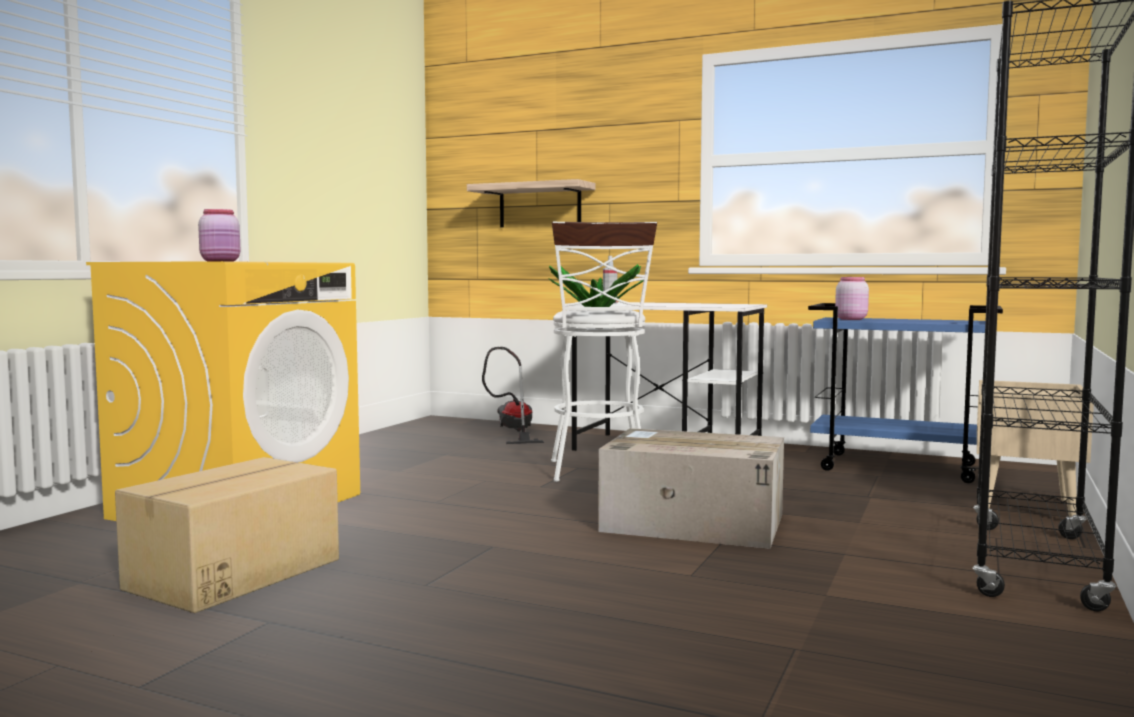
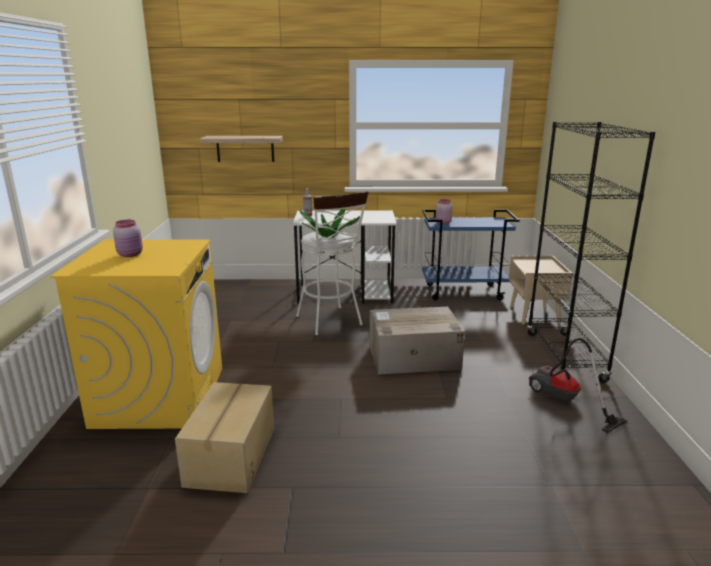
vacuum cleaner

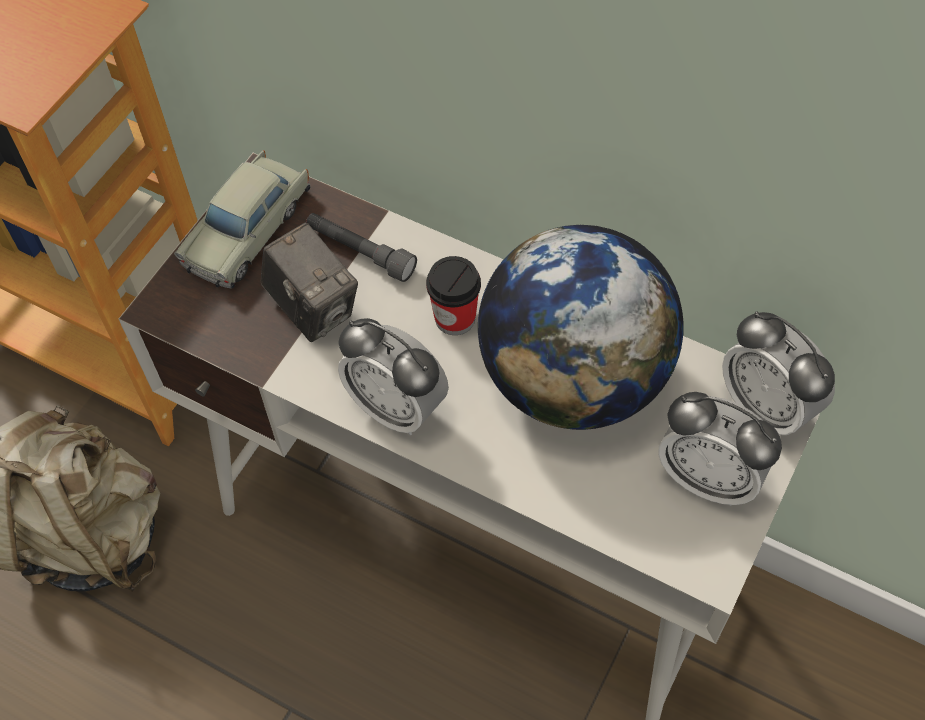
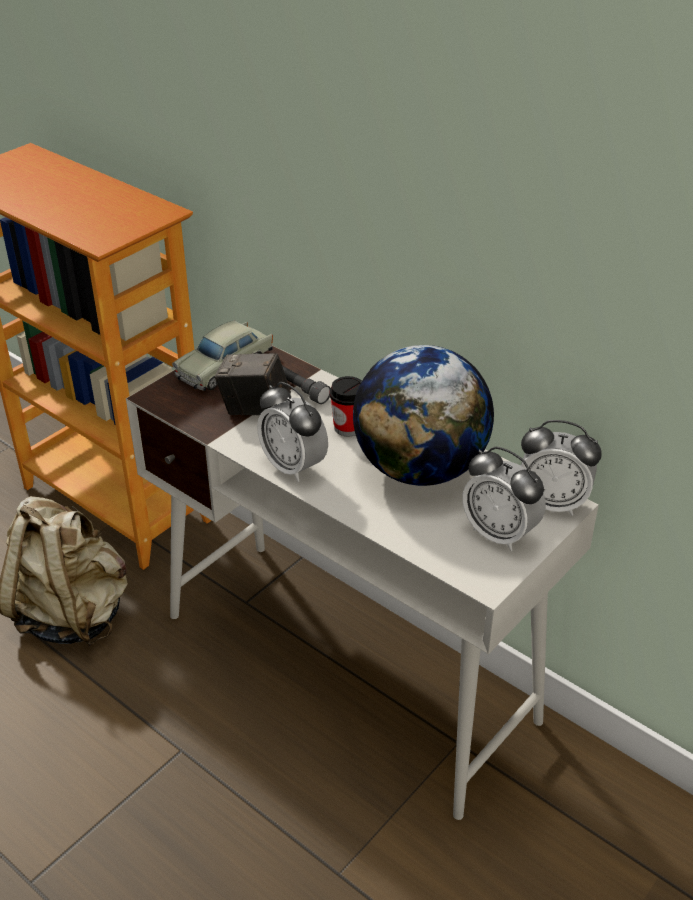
photo camera; alarm clock (3rd from left)

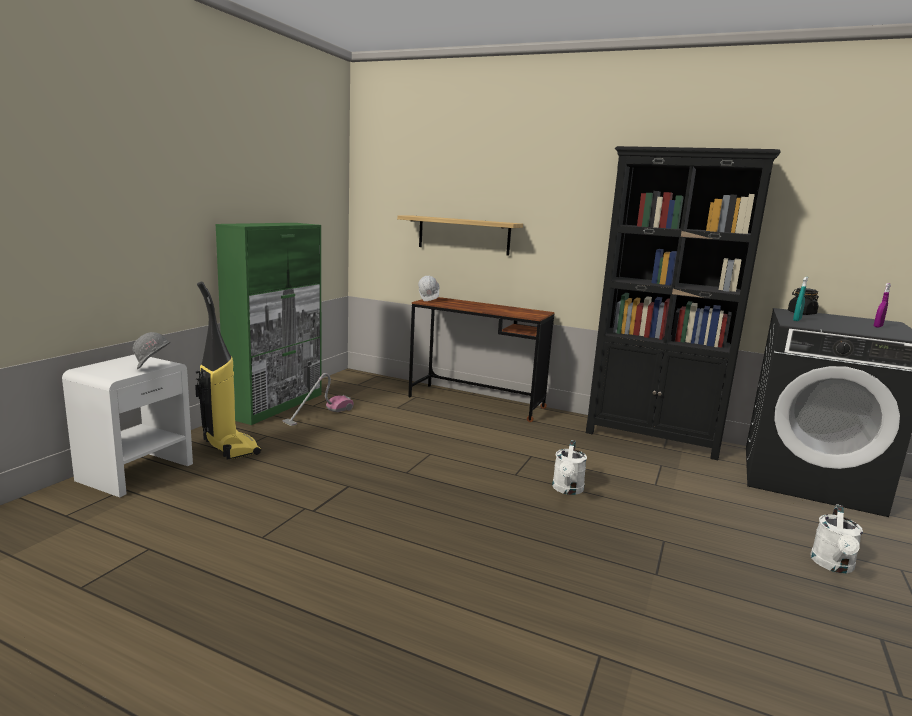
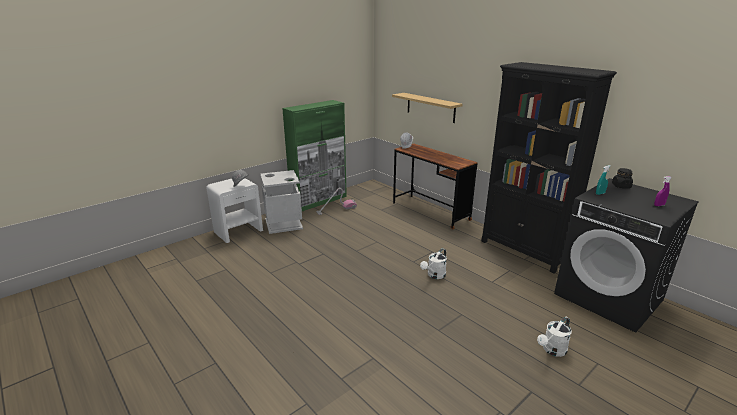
grey trash can

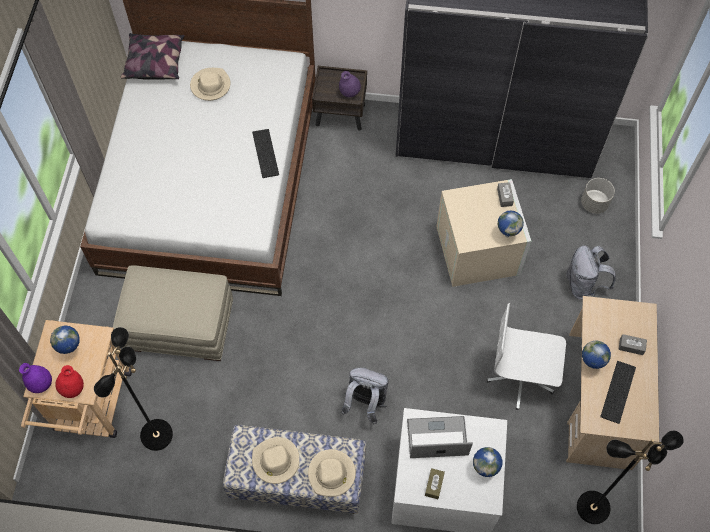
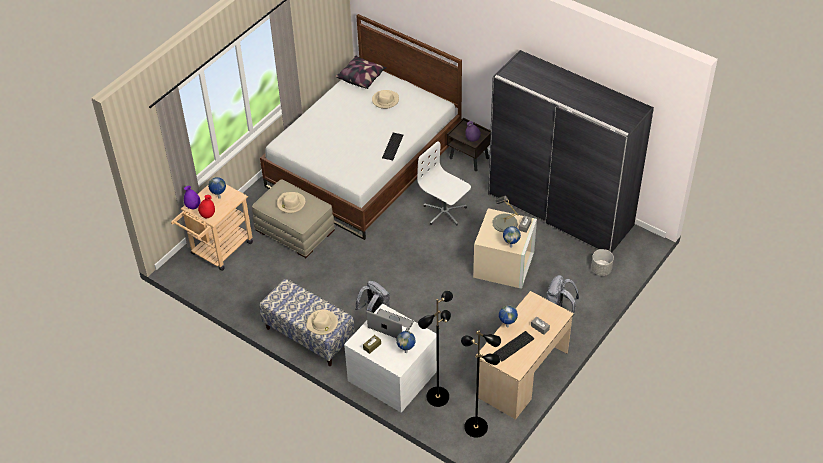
beige hat (1st from left); white office chair; black floor lamp (1st from left); grey table lamp

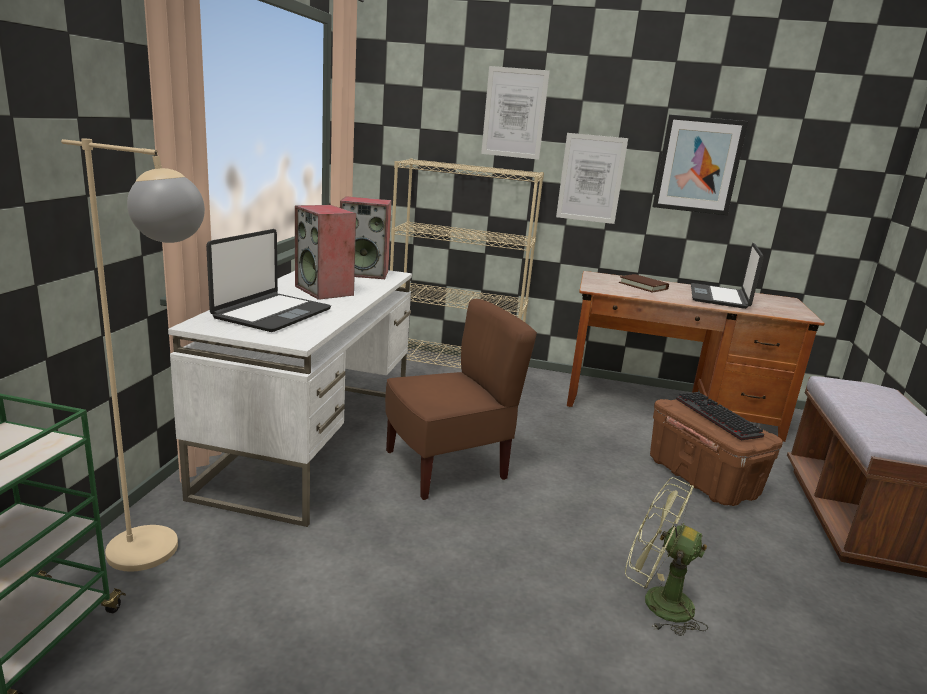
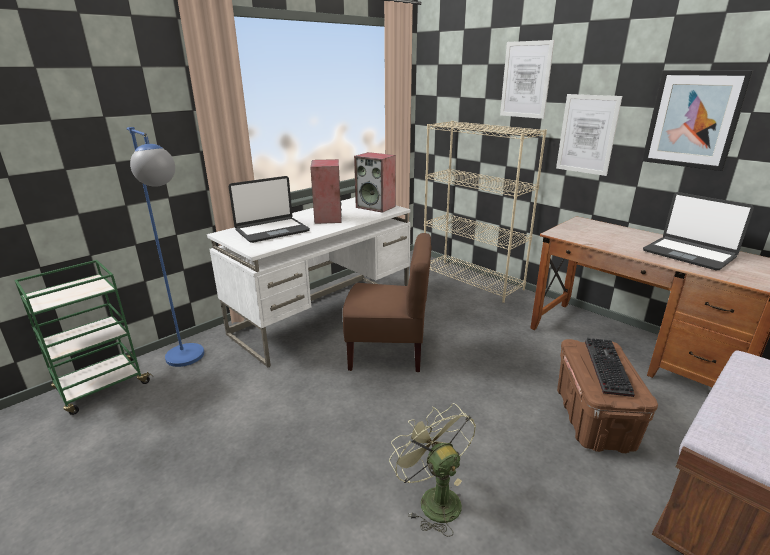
blue floor lamp; laptop (2nd from left); brown book

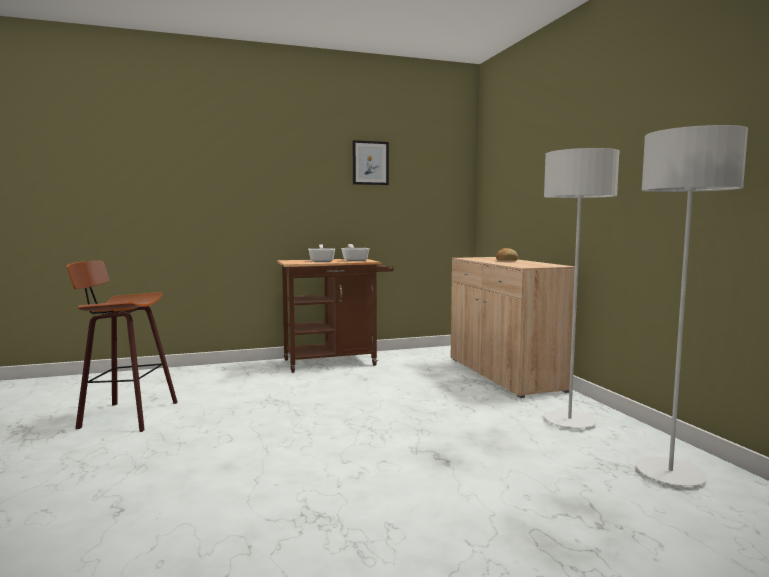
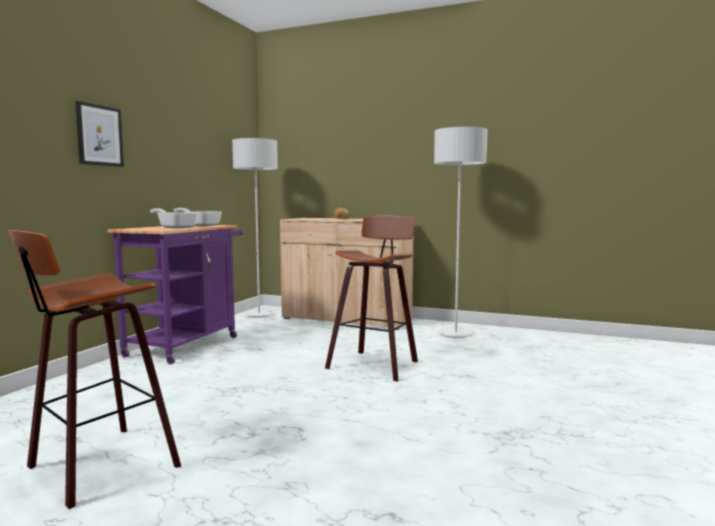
picture; purple cart; grey floor lamp (1st from left); stool (2nd from left)

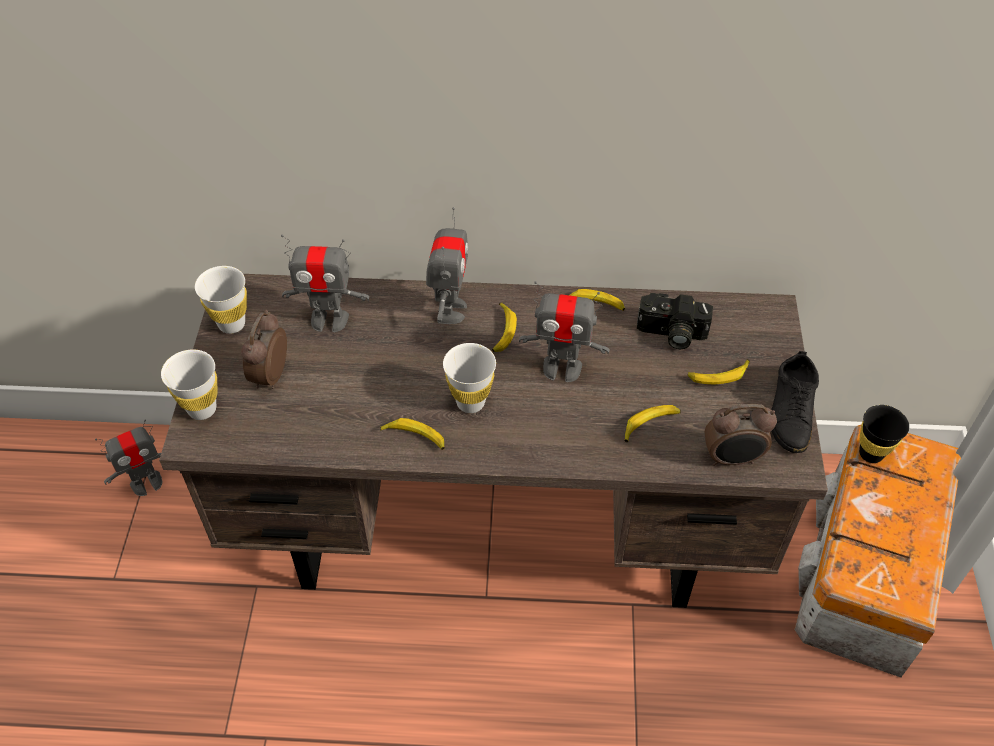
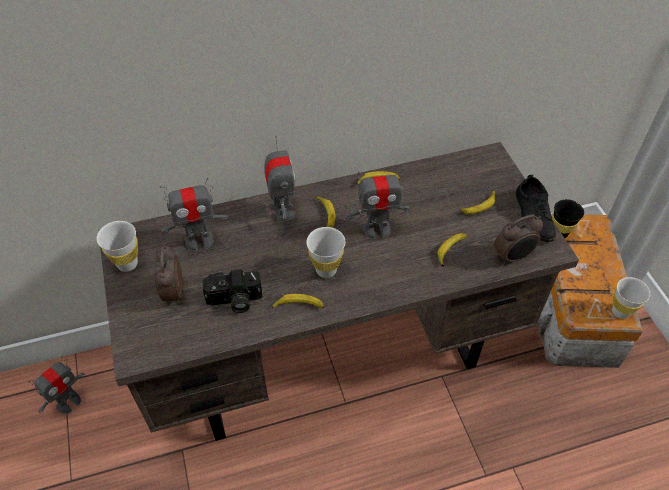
photo camera; white cup (3rd from left)

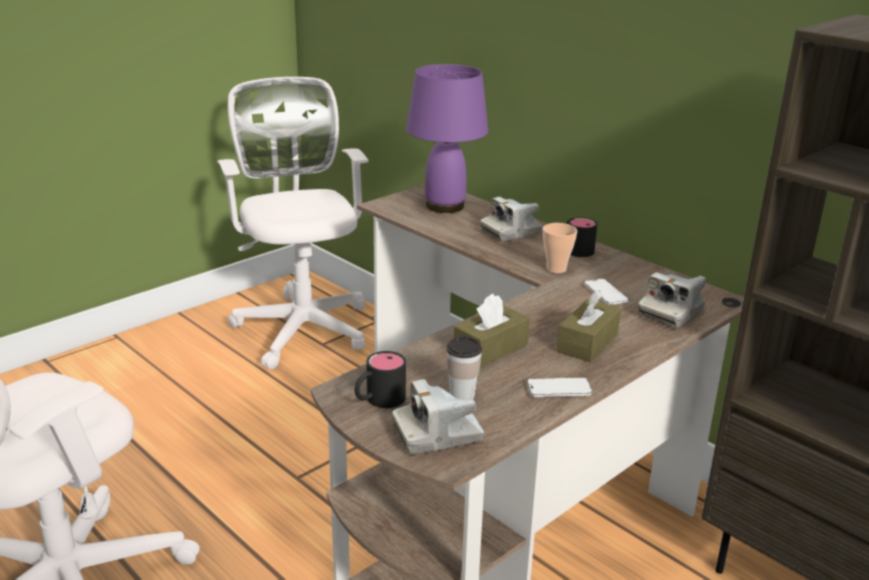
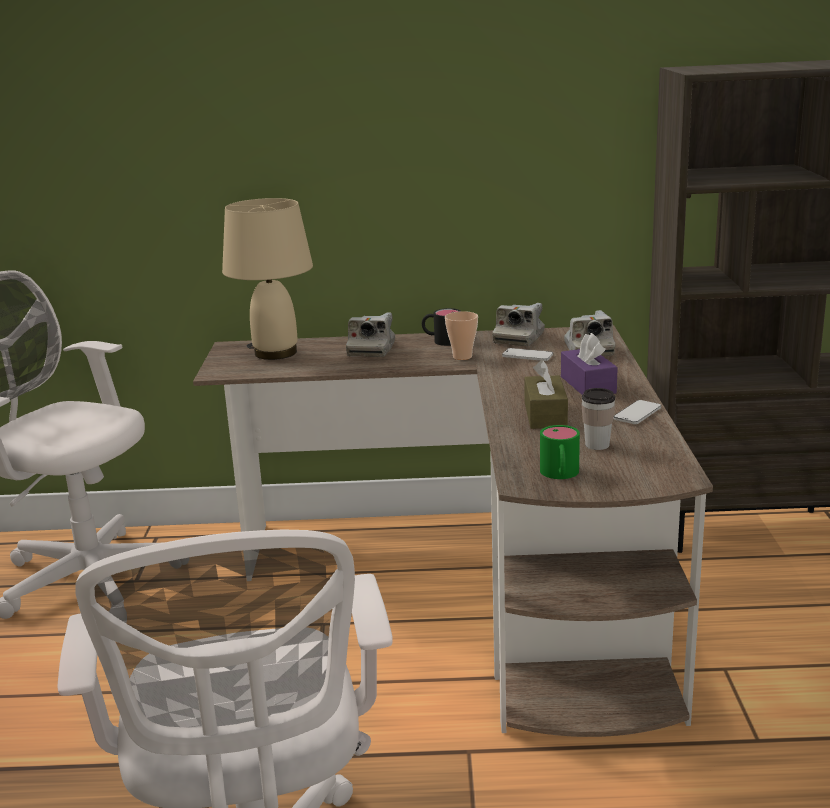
beige table lamp; photo camera (2nd from left); green mug; purple tissue box

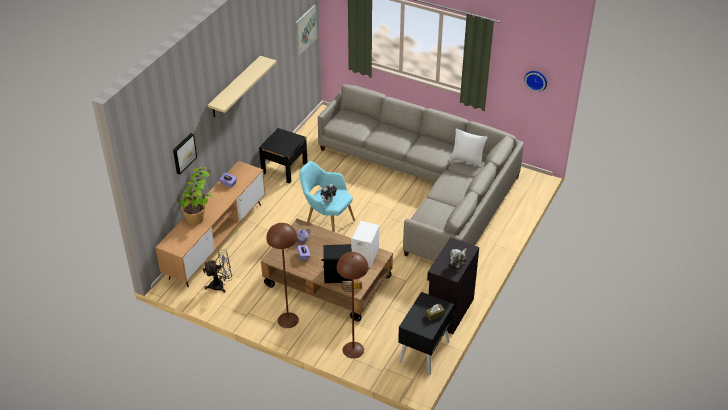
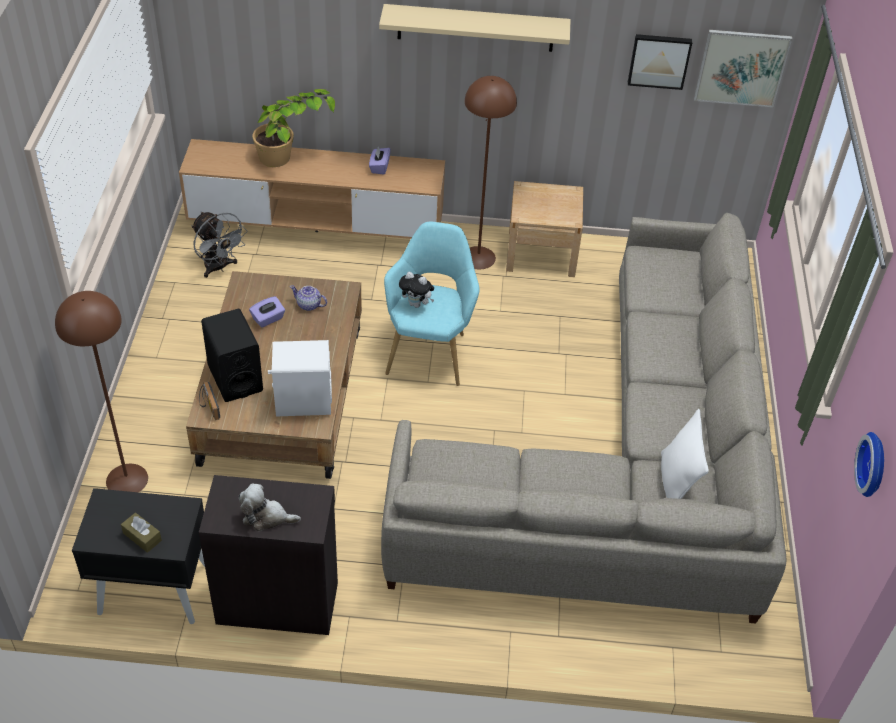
brown floor lamp (2nd from left); beige nightstand; picture (1st from left)

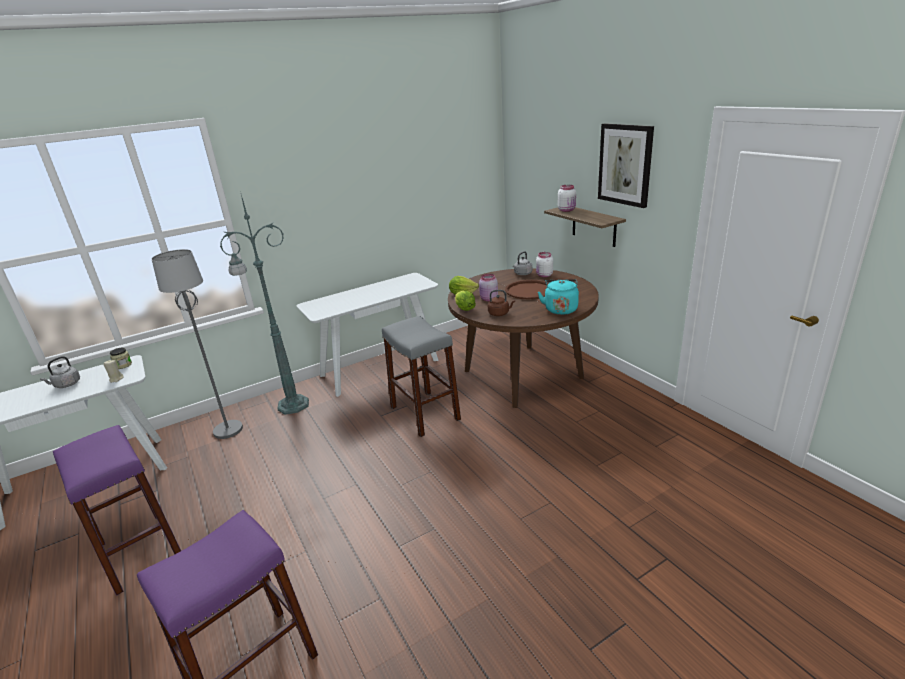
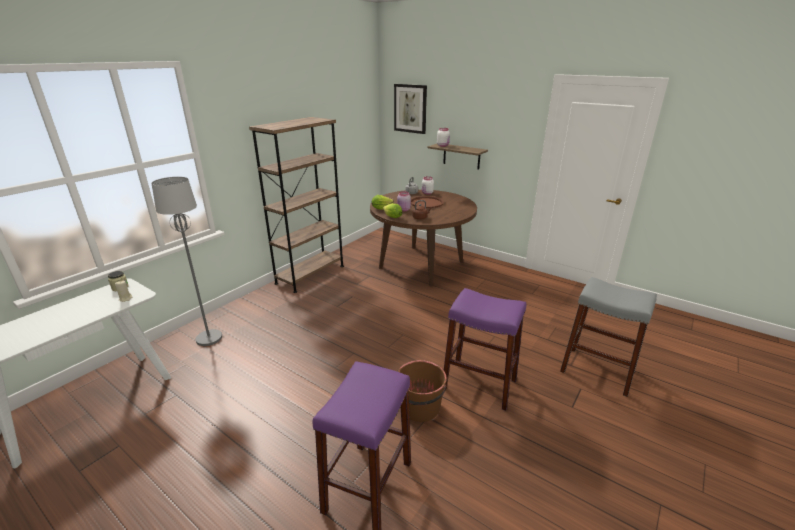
brown bookcase; picture; brown bucket; purple stool (2nd from left); grey stool; grey kettle (1st from left in the first image); green floor lamp; turquoise kettle

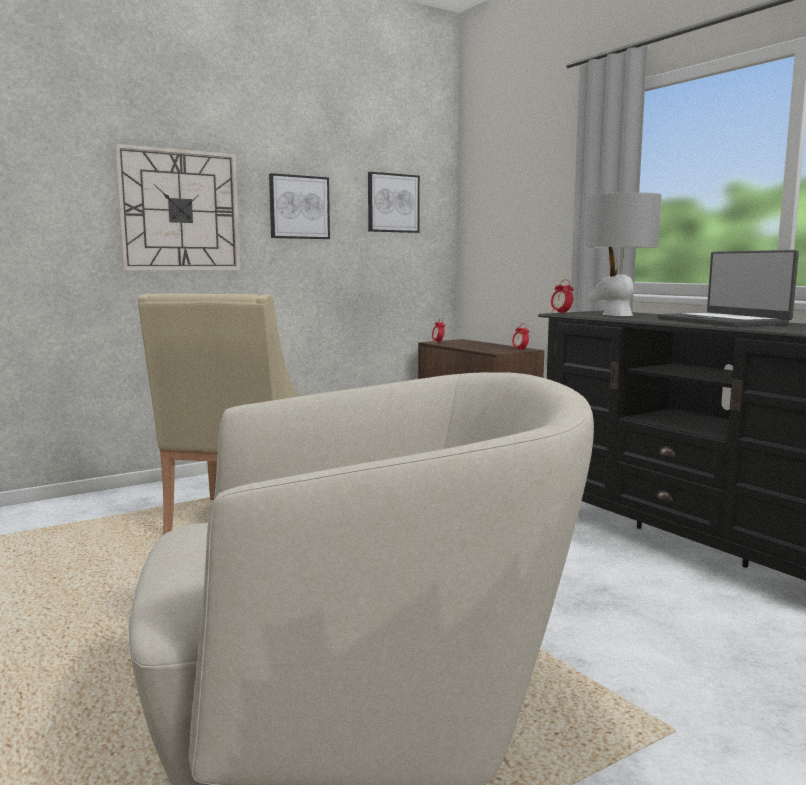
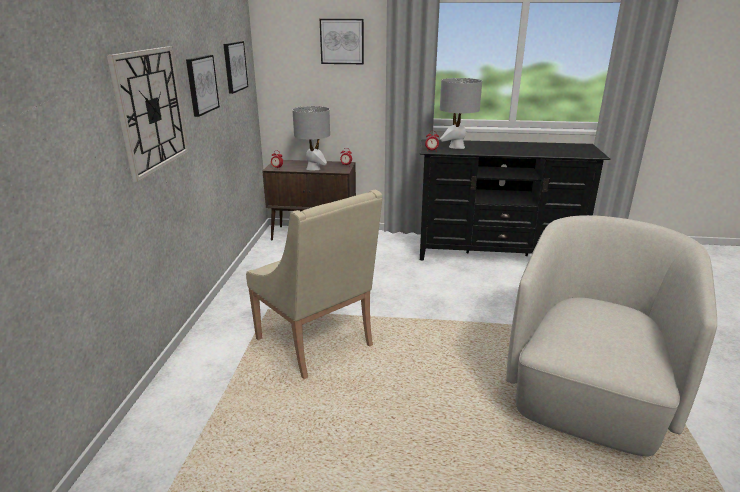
grey table lamp (1st from left); picture (3rd from left); laptop

